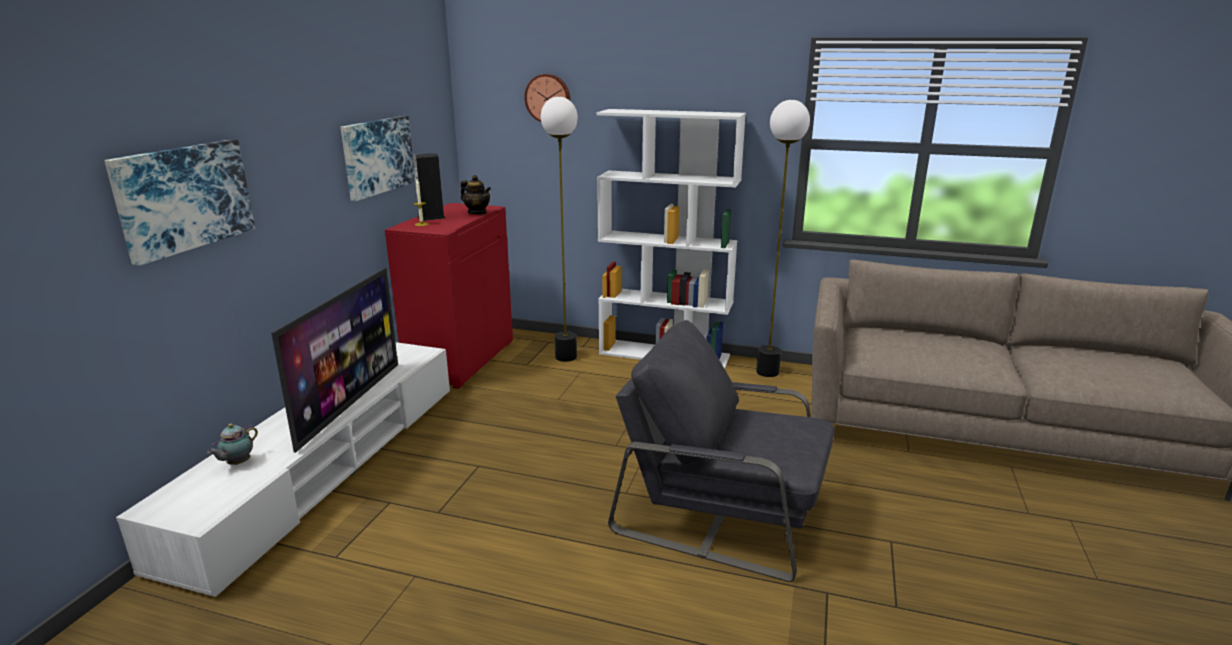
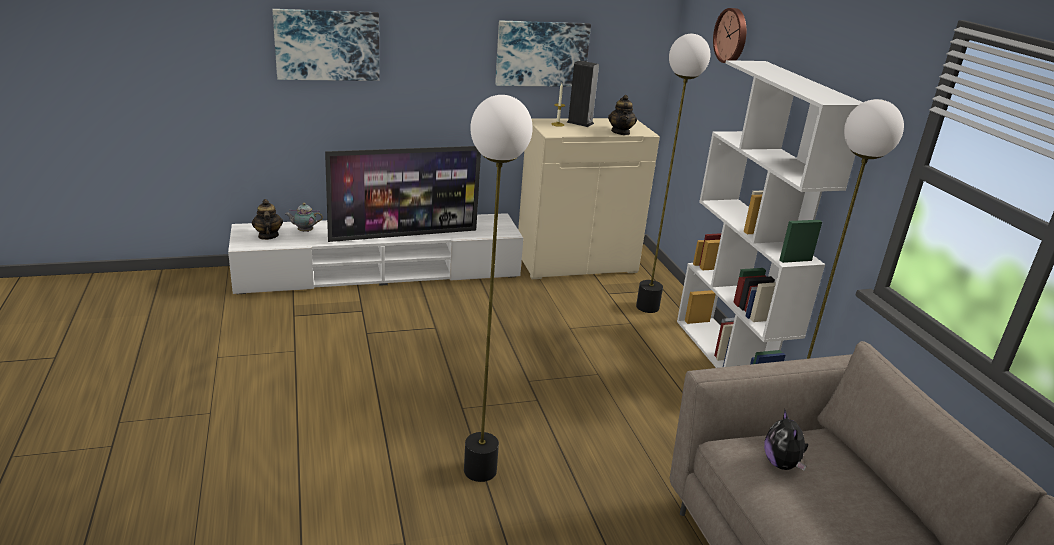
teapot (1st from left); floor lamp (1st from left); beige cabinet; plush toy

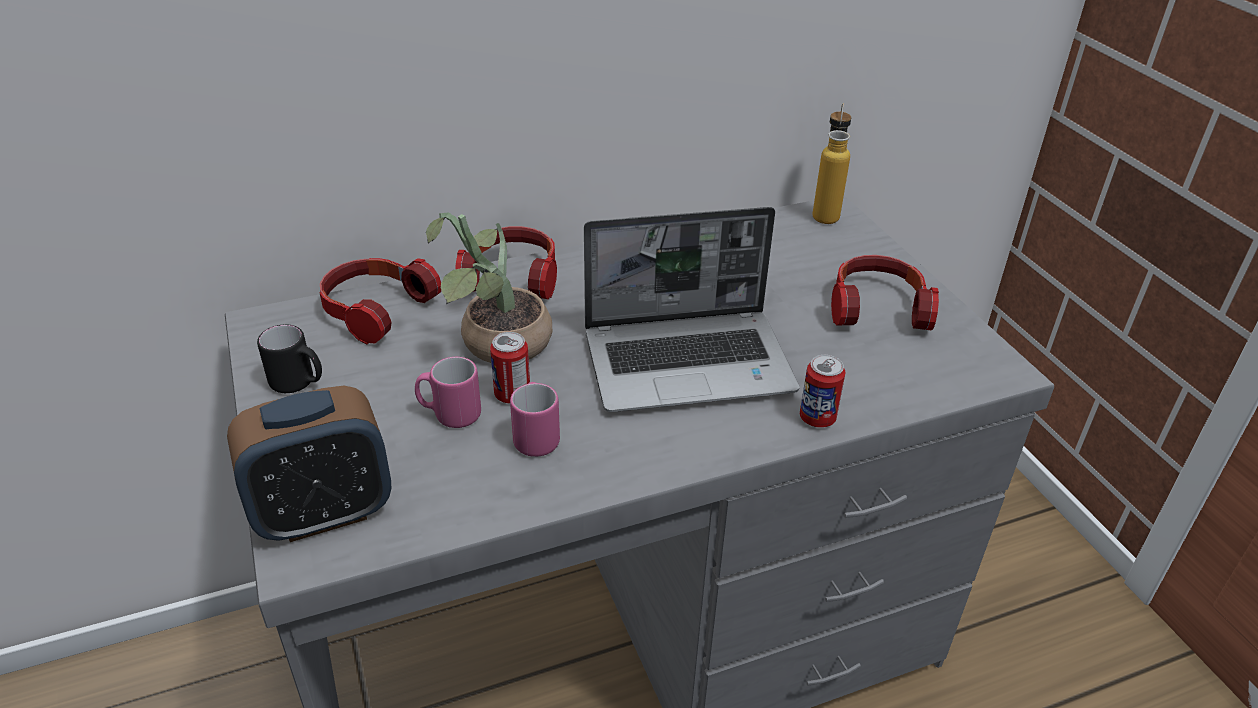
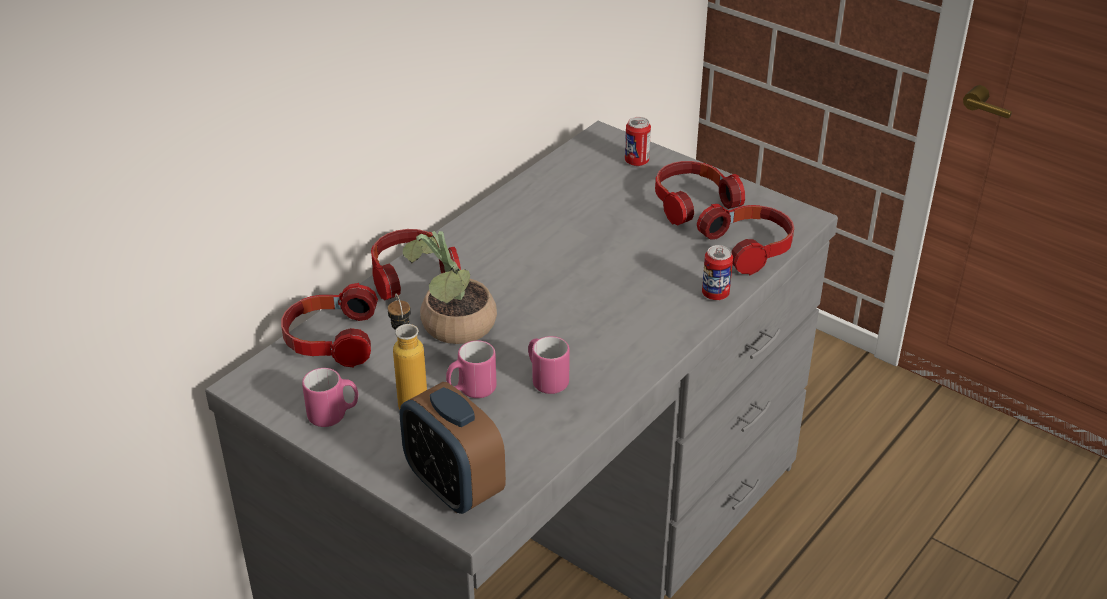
pink mug (1st from left); bottle; alarm clock; can (1st from left); headphones (4th from left); laptop

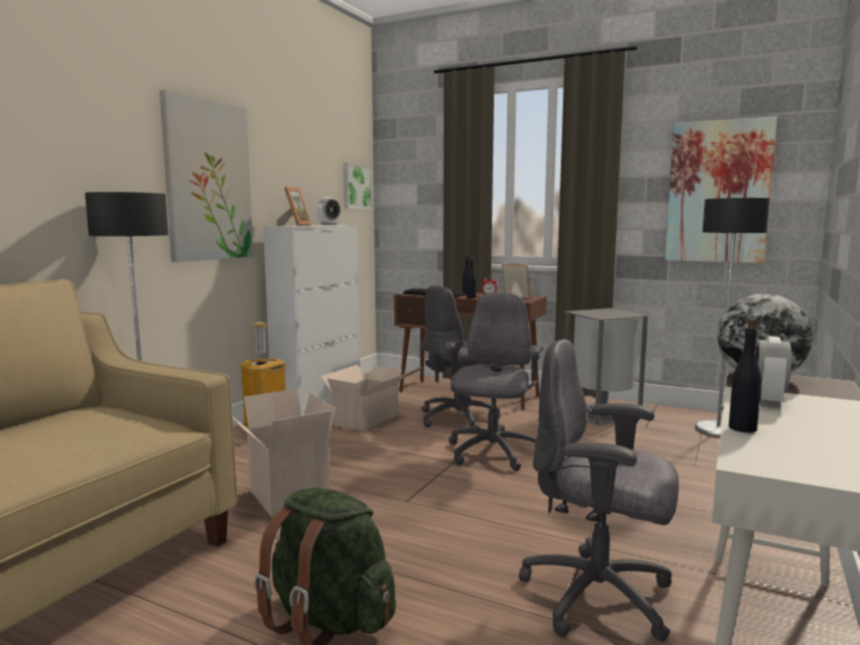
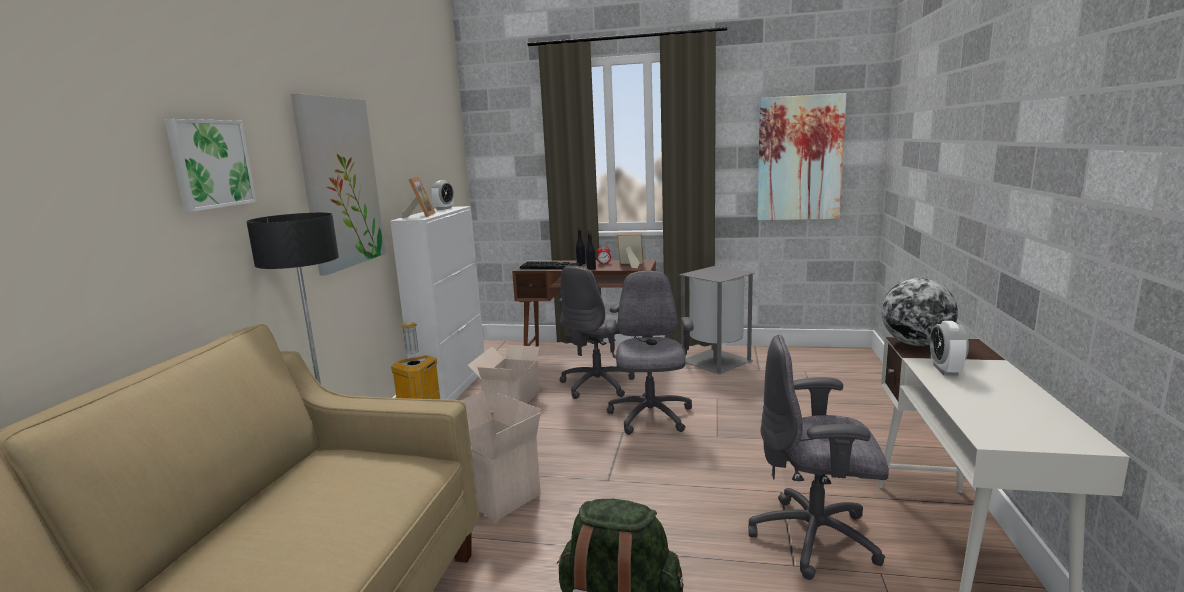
picture (1st from left); floor lamp (2nd from left in the first image); black bottle (3rd from left in the first image)

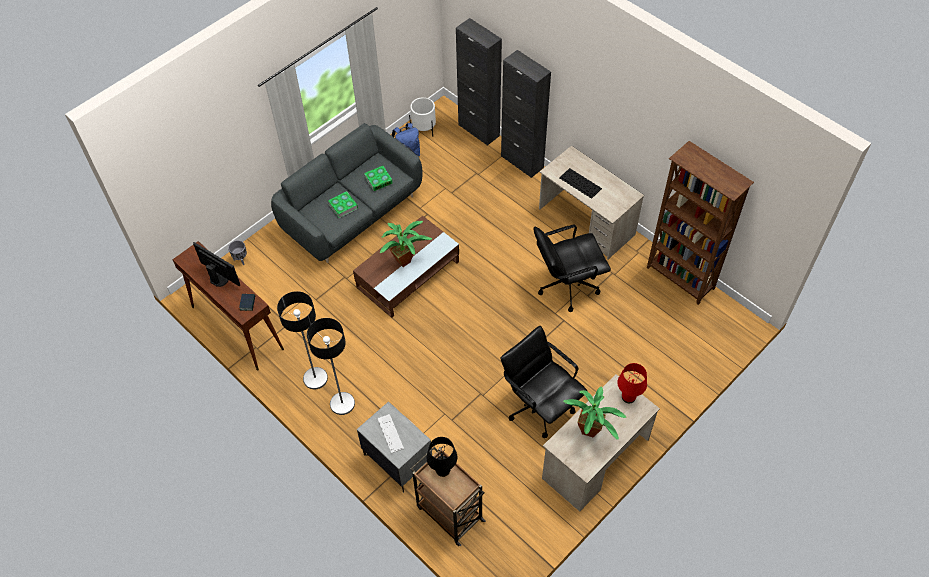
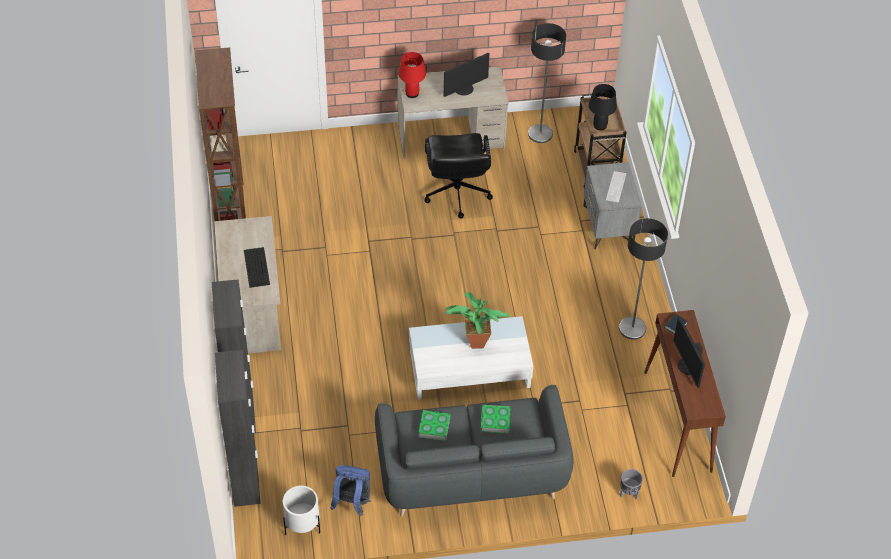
white coffee table; monitor (1st from left); floor lamp (1st from left); black office chair (2nd from left in the first image)

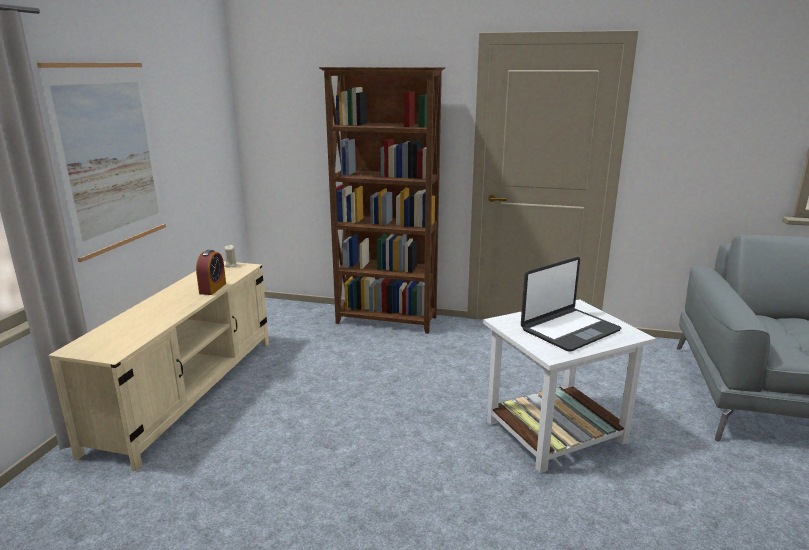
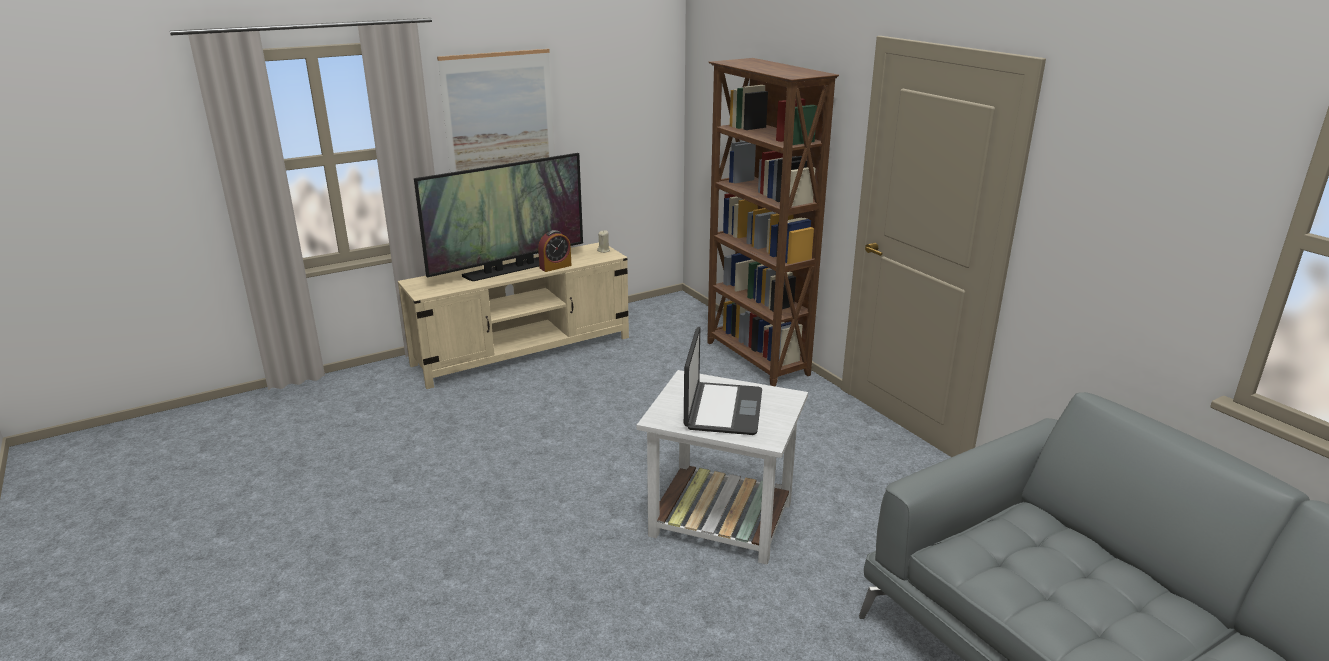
television; laptop

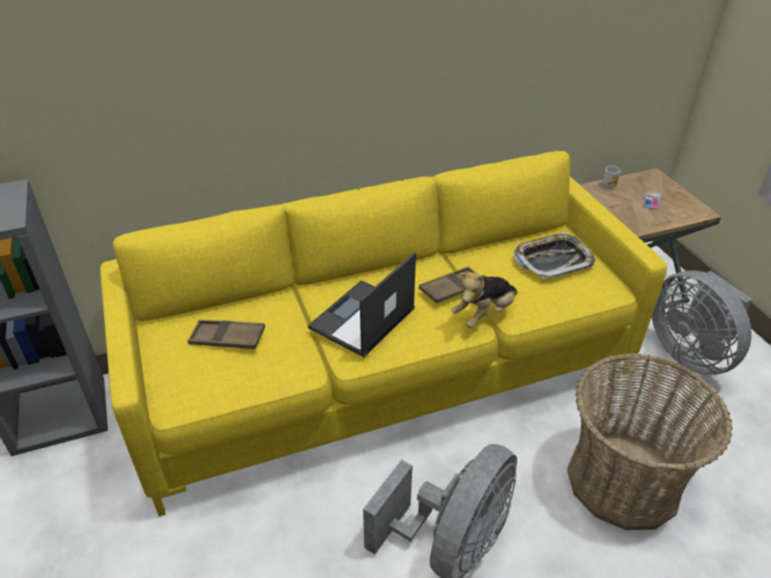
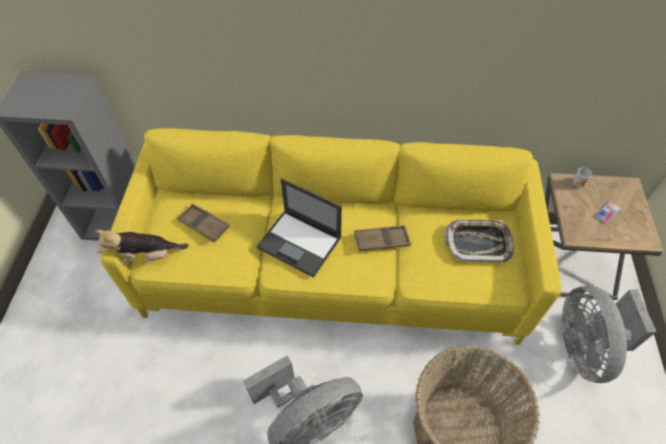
plush toy; laptop

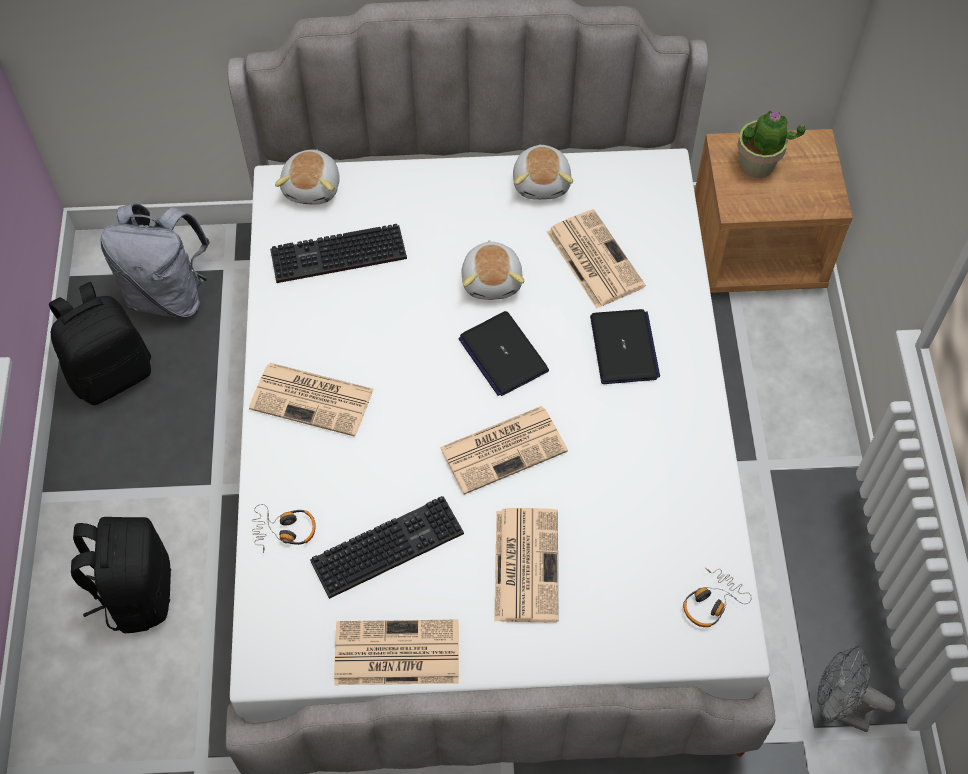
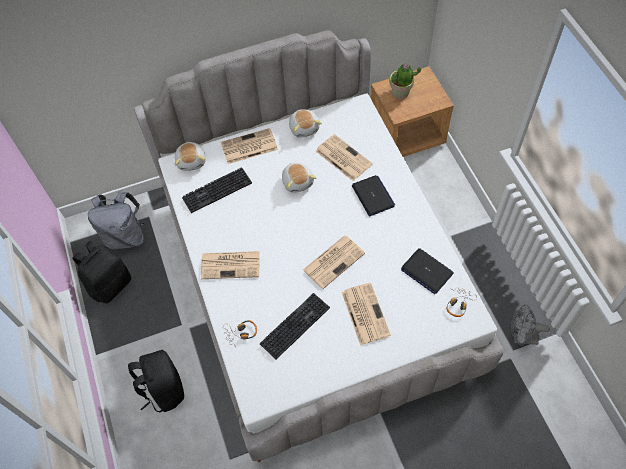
newspaper (2nd from left); laptop (2nd from left)

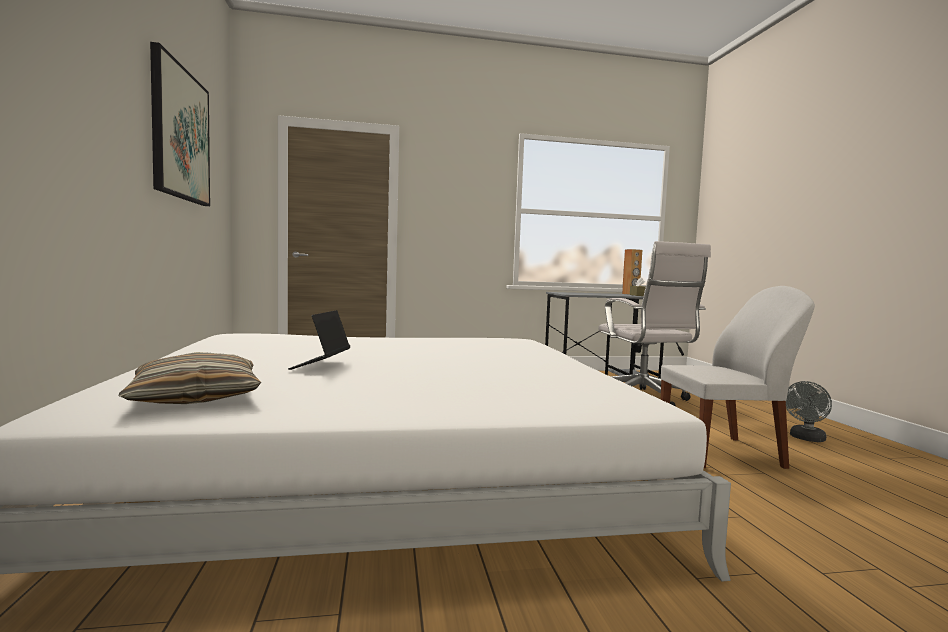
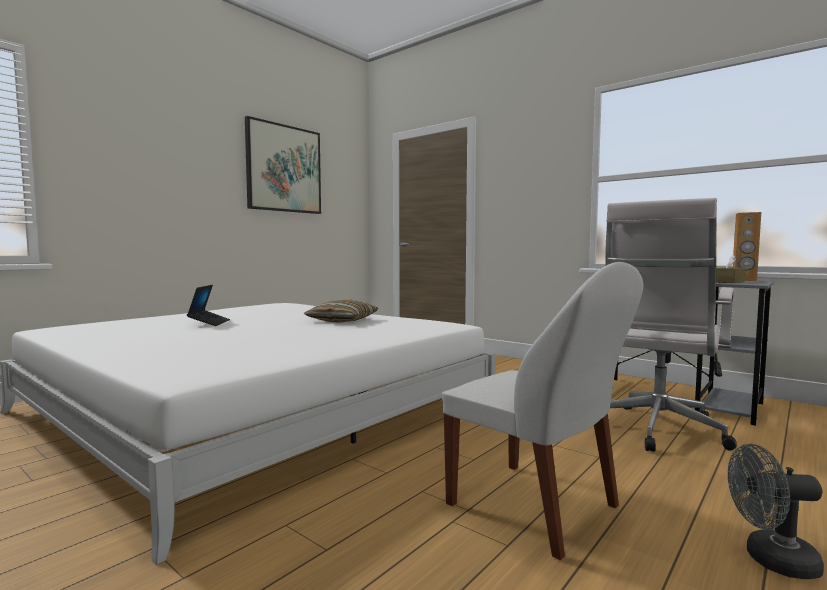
laptop; pillow

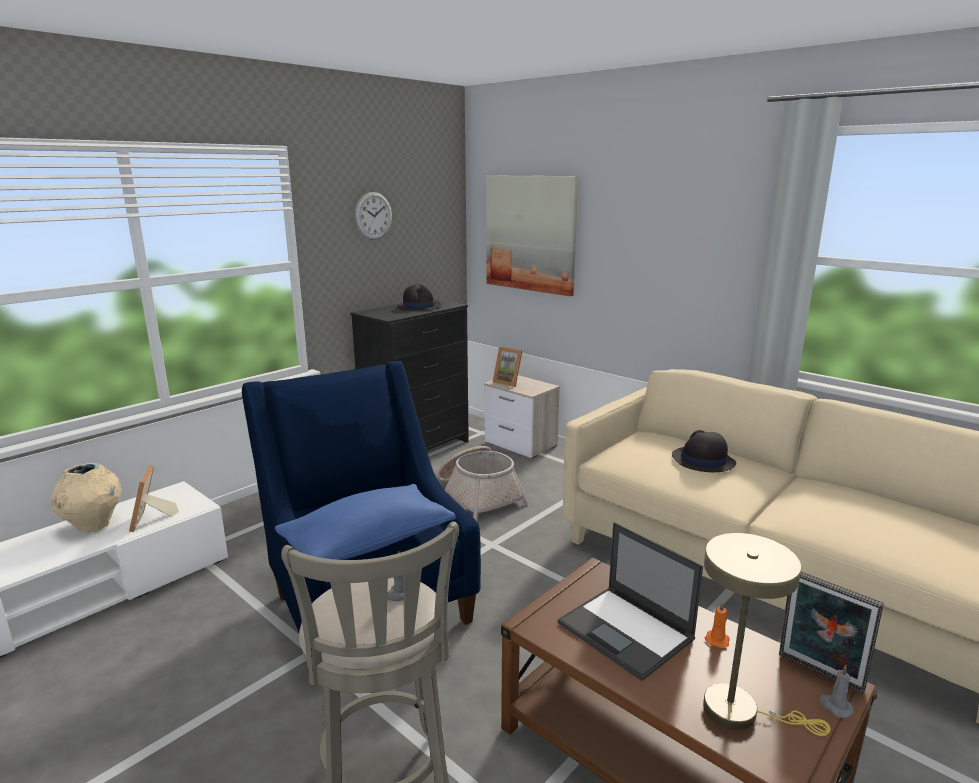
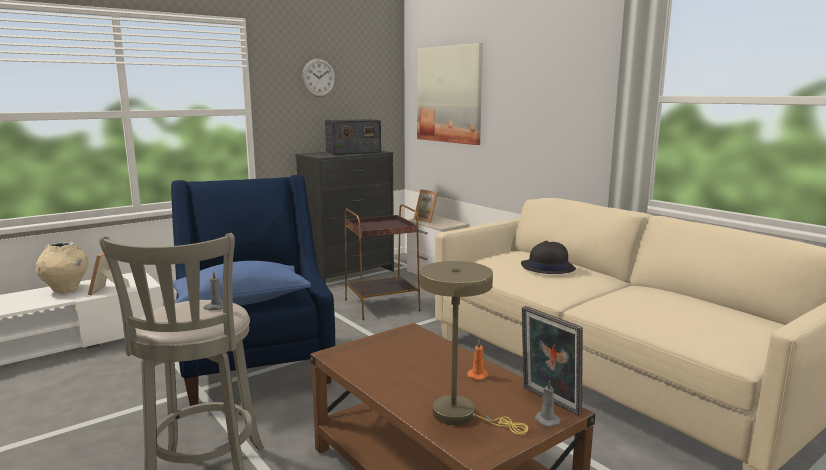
radio; brown side table; laptop

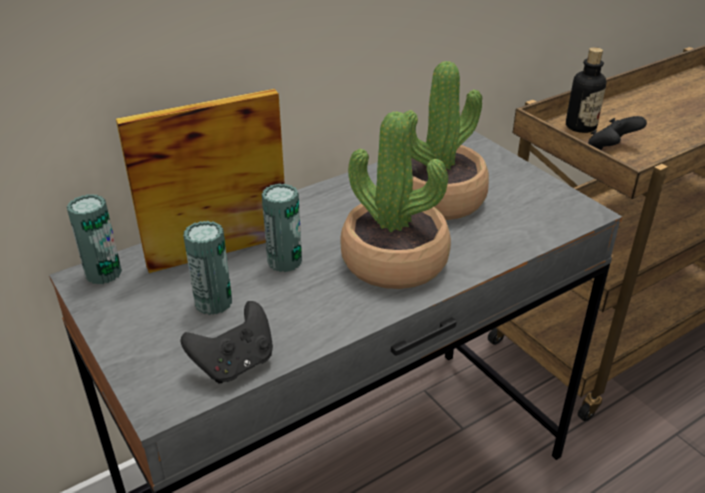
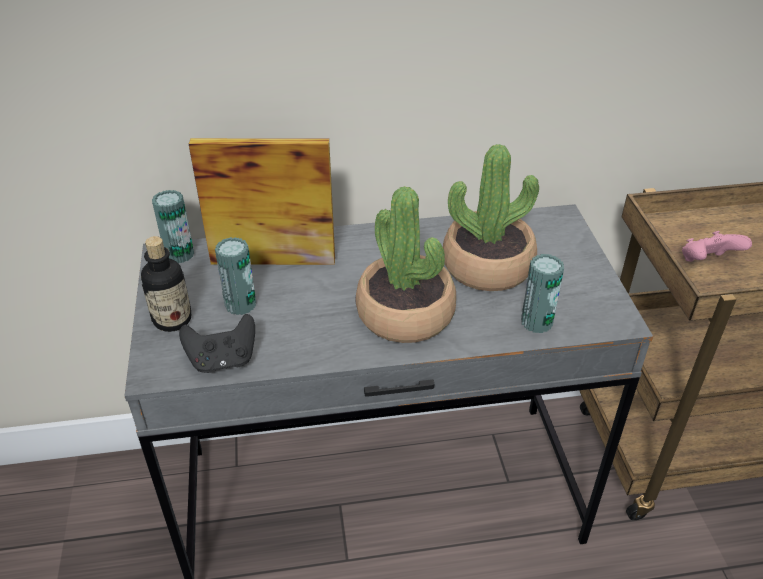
bottle; can (3rd from left); pink game controller

